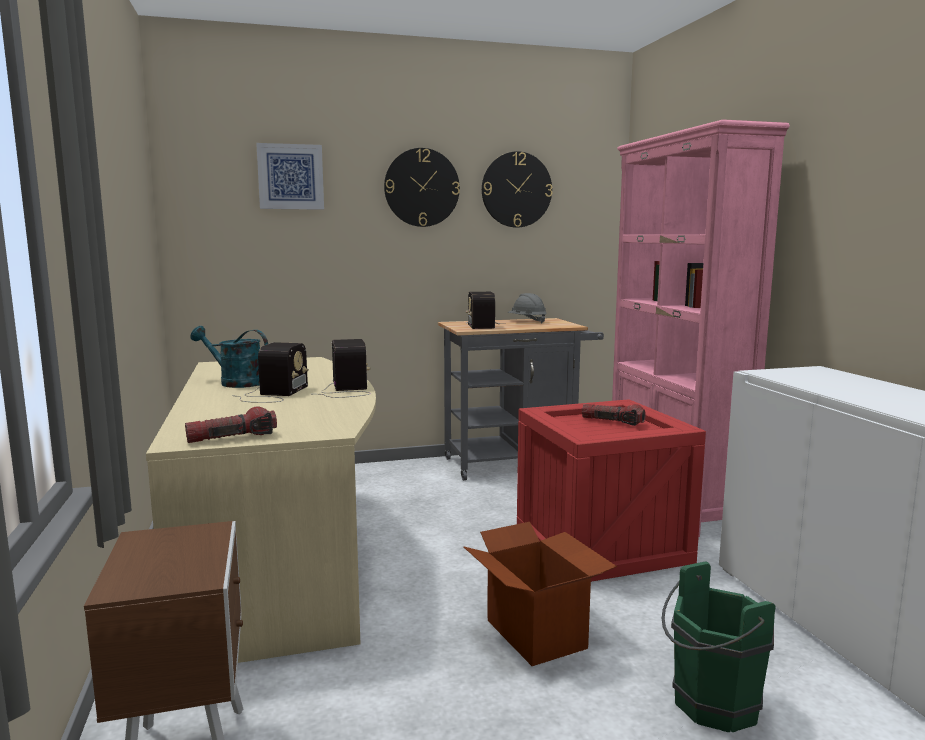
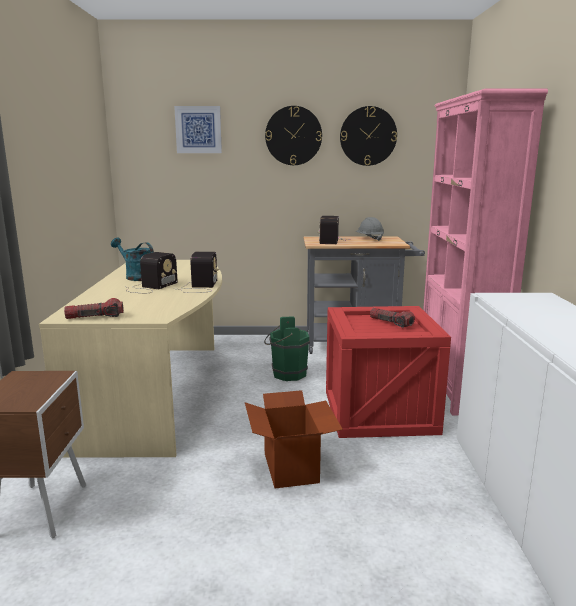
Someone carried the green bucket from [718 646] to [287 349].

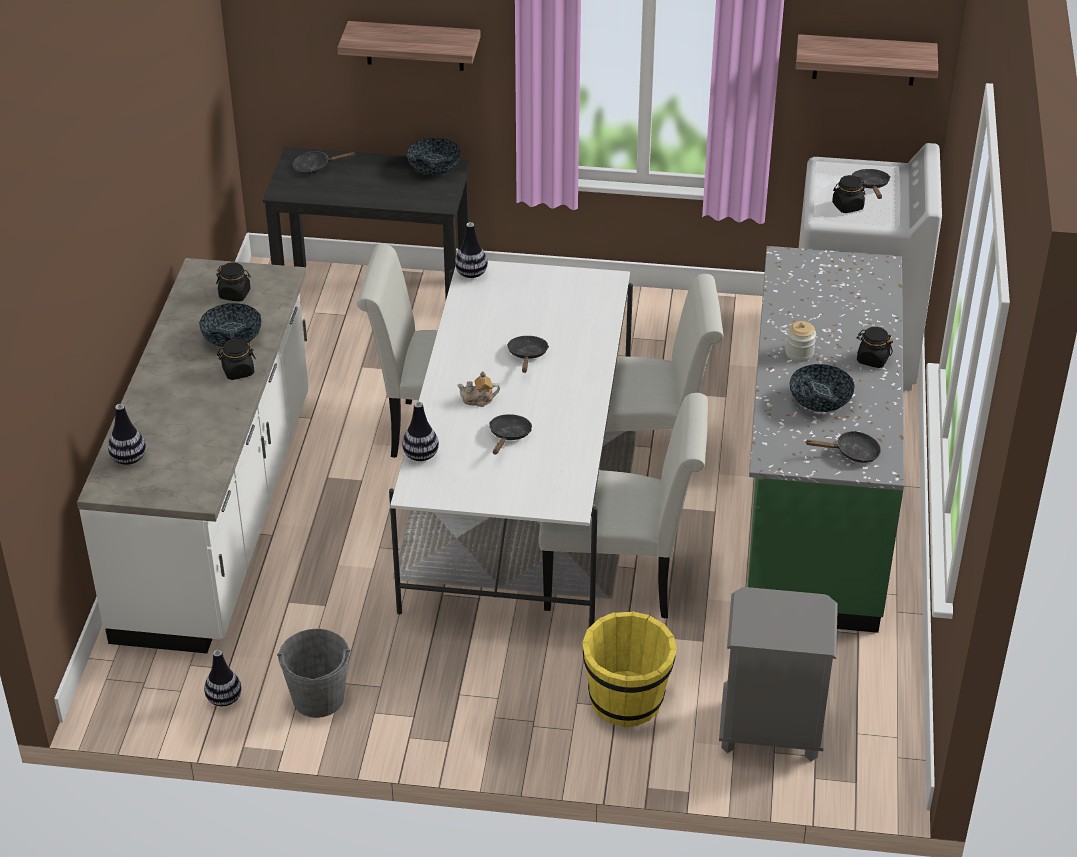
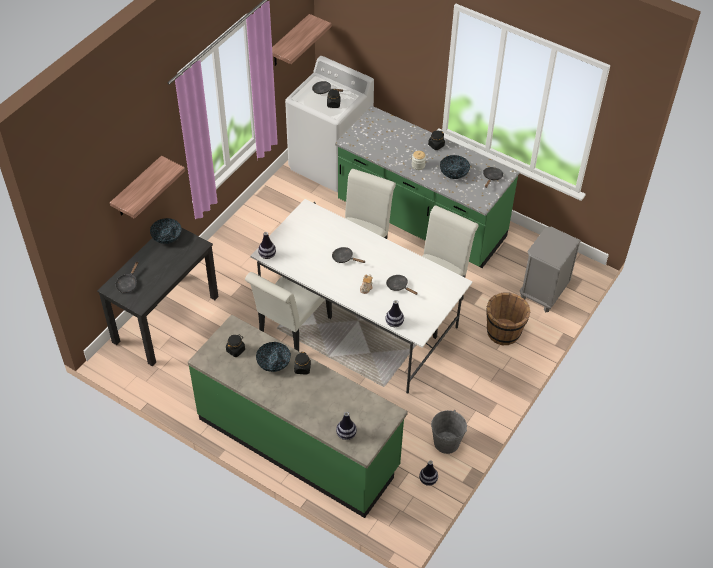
Someone repainted the white counter at [193 455], which became the green counter at [298 416].
Someone repainted the yellow bucket at [629 669], which became the brown bucket at [508 319].

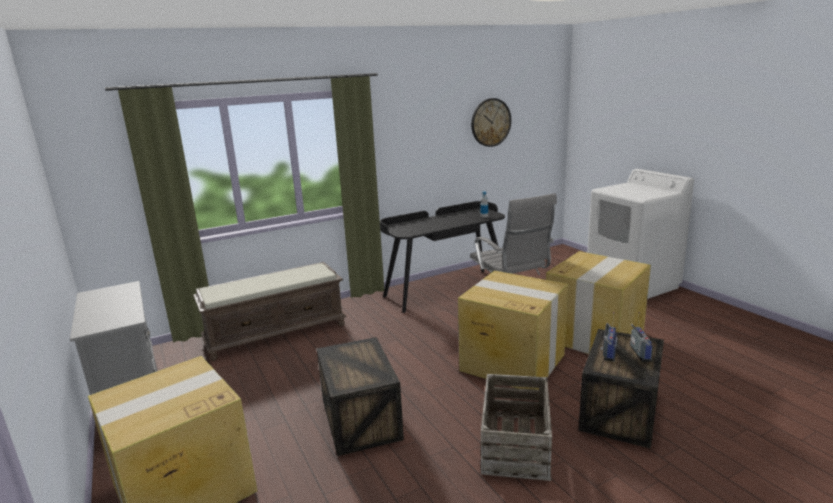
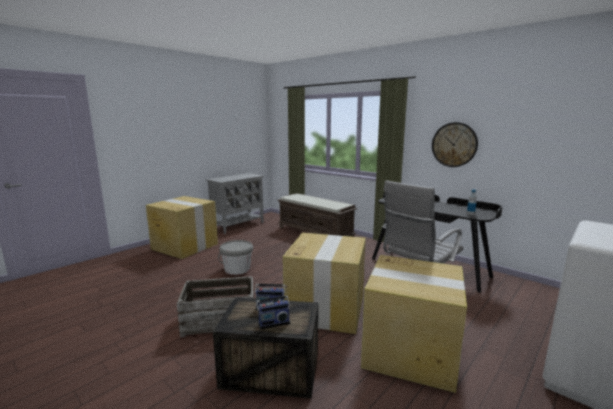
Someone carried the wall clock from [491 122] to [455 144].
Someone swapped the crate at [360 396] for the grey bucket at [235 257].

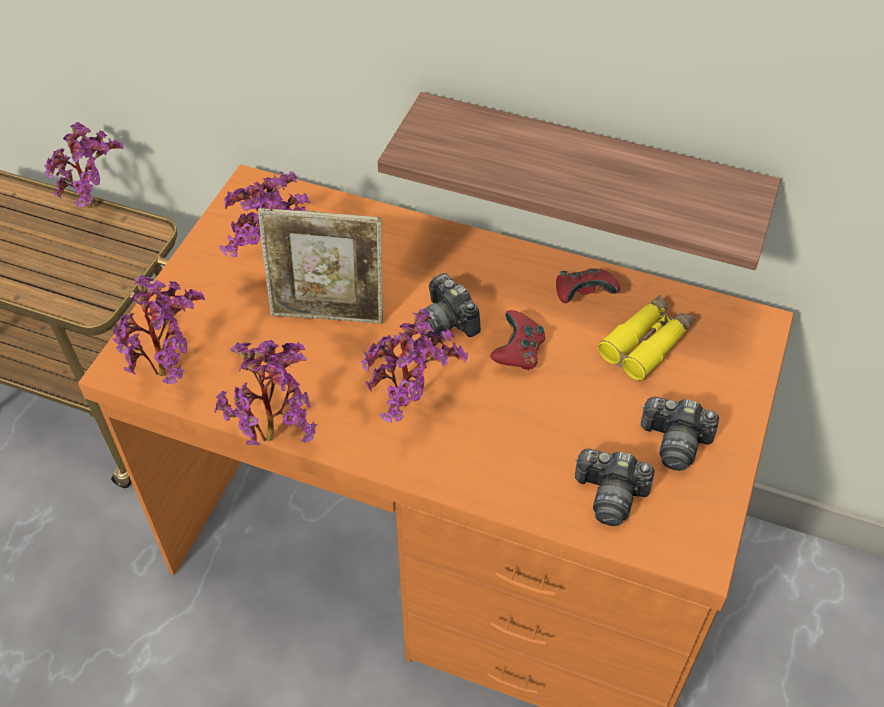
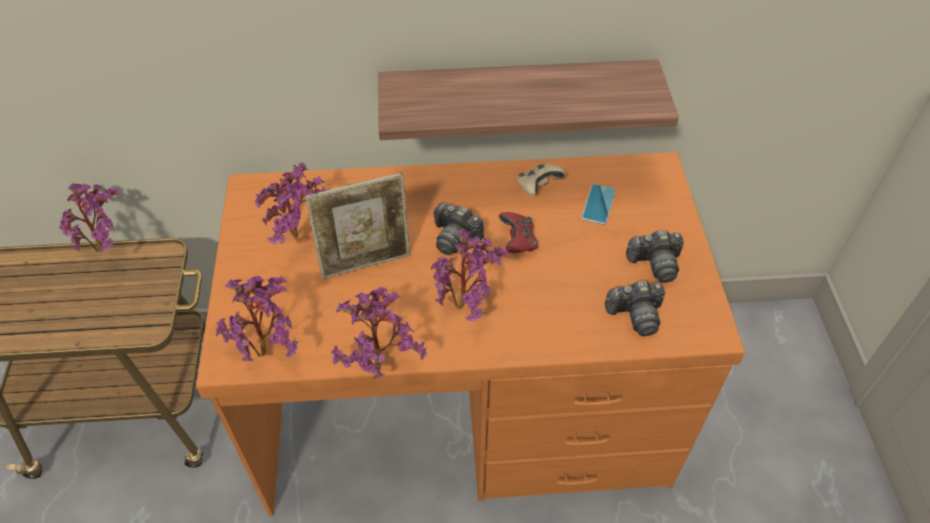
Someone repainted the red game controller at [588 285], which became the beige game controller at [541 179].
Someone swapped the yellow binoculars at [646 337] for the phone at [598 204].

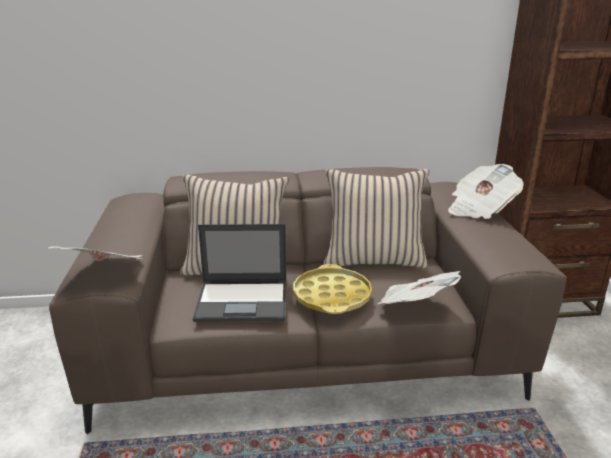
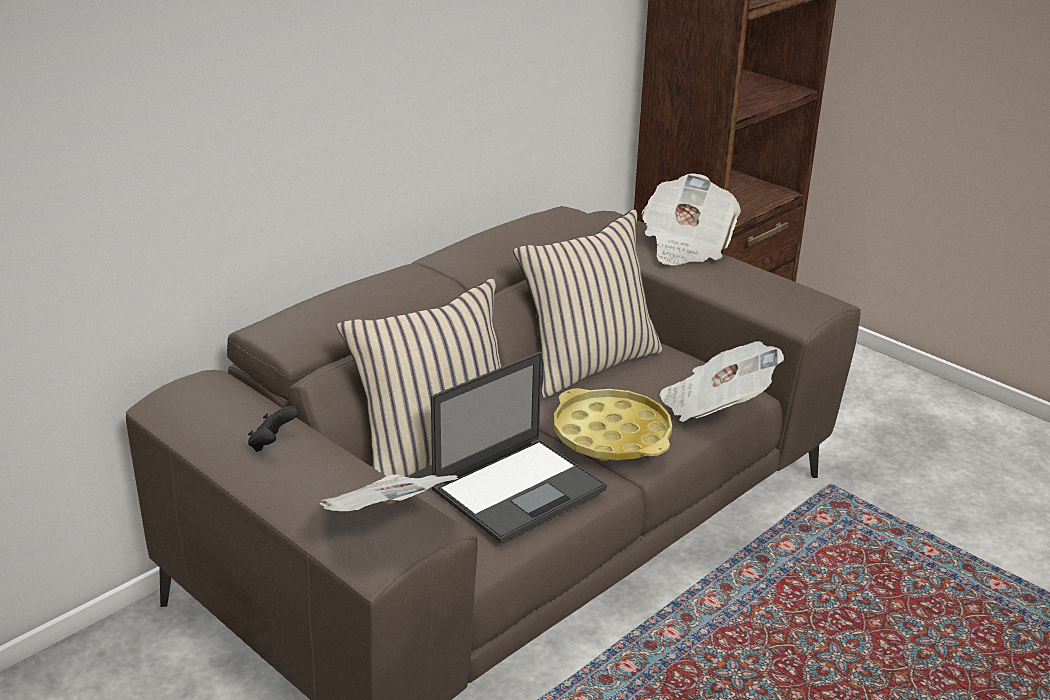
Someone put down the black game controller at [273 429].

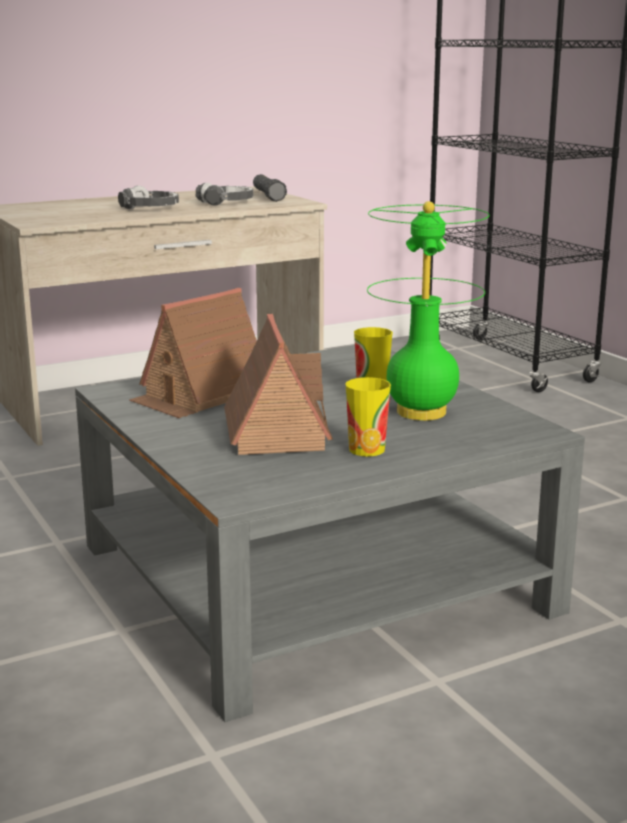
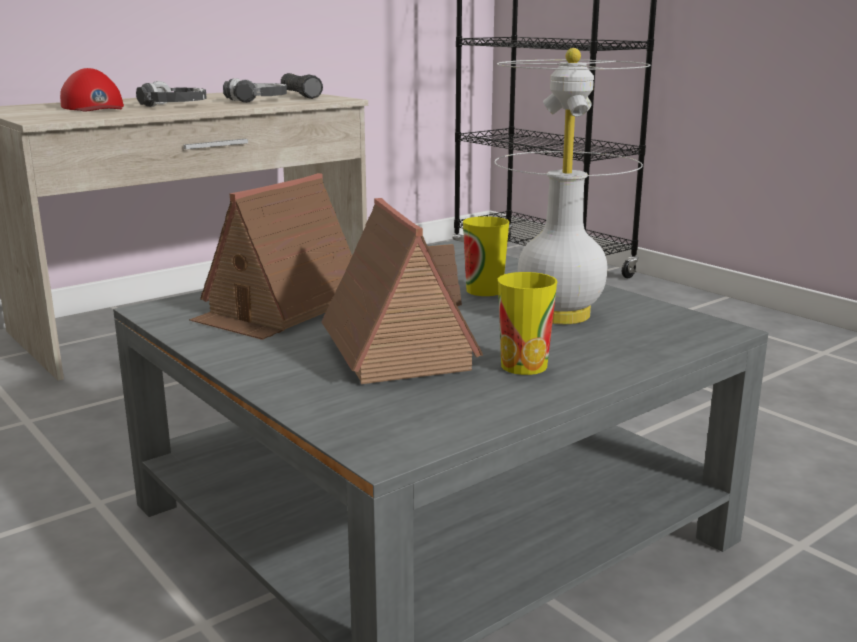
Someone repainted the green table lamp at [428 311], which became the white table lamp at [572 186].
Someone put down the red cap at [92 89].

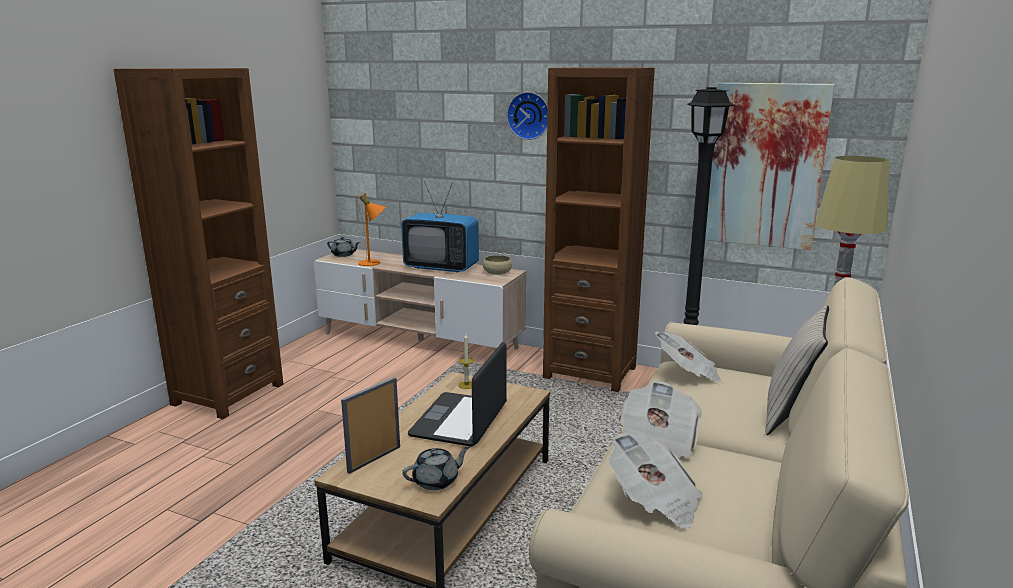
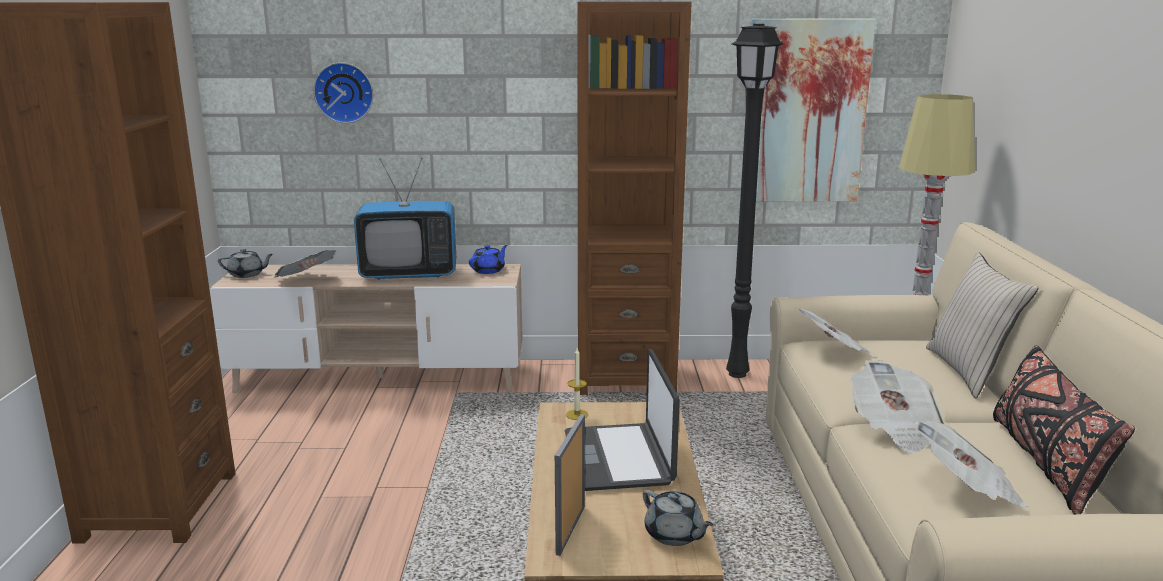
Someone carried the wall clock from [527 116] to [343 92].
Someone swapped the orange table lamp at [371 229] for the newspaper at [304 264].
Someone swapped the beige bowl at [497 265] for the blue teapot at [488 259].
Someone rotated the grey teapot at [436 468] by 105 degrees clockwise.
Someone put down the black pillow at [1064 429].

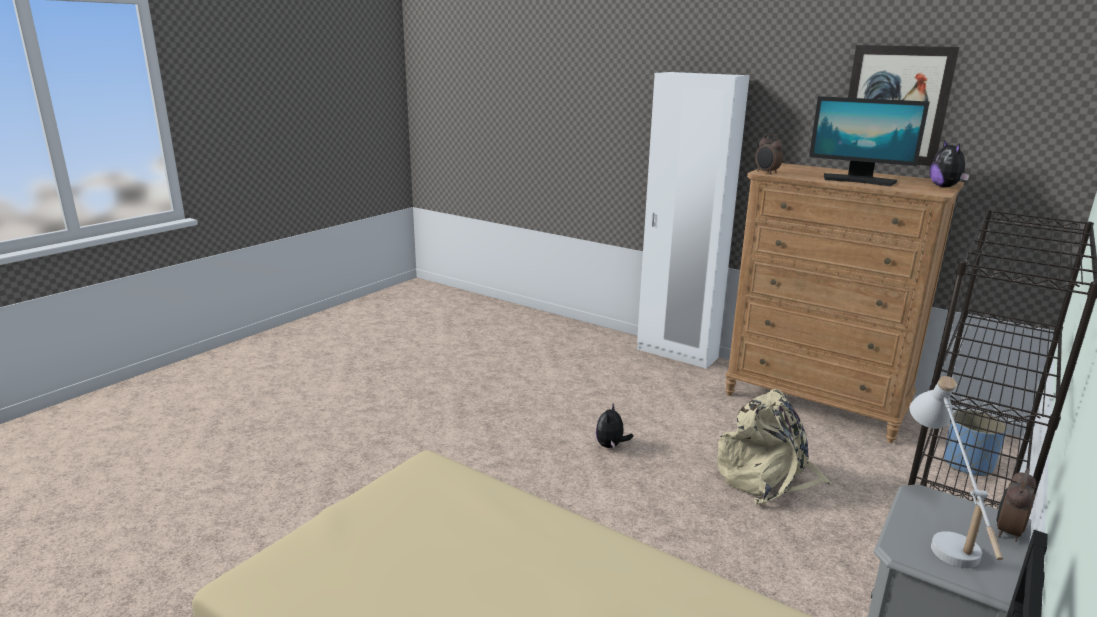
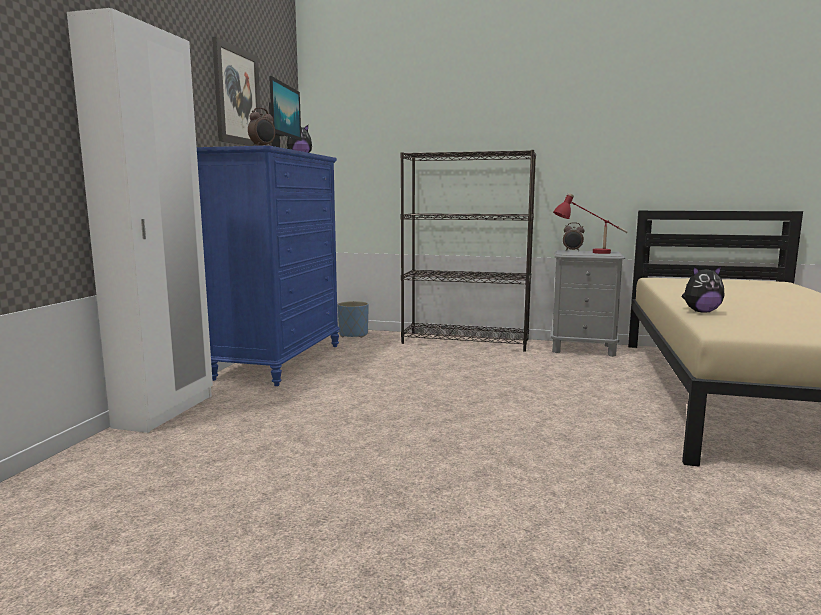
Someone repainted the brown dresser at [844 303], which became the blue dresser at [268 266].
Someone repainted the white table lamp at [956 472], which became the red table lamp at [590 223].
Someone took away the beige backpack at [775 447].
Someone carried the plush toy from [615 426] to [703 289].

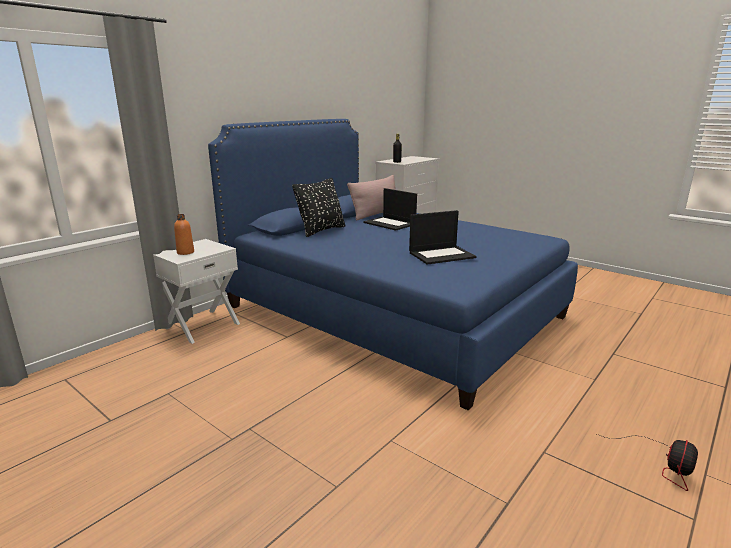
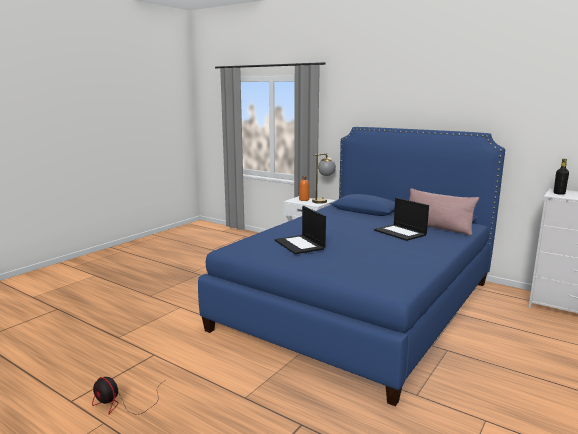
Someone took away the black pillow at [318 207].
Someone rotated the laptop at [390 209] by 75 degrees counterclockwise.
Someone put down the table lamp at [324 178].

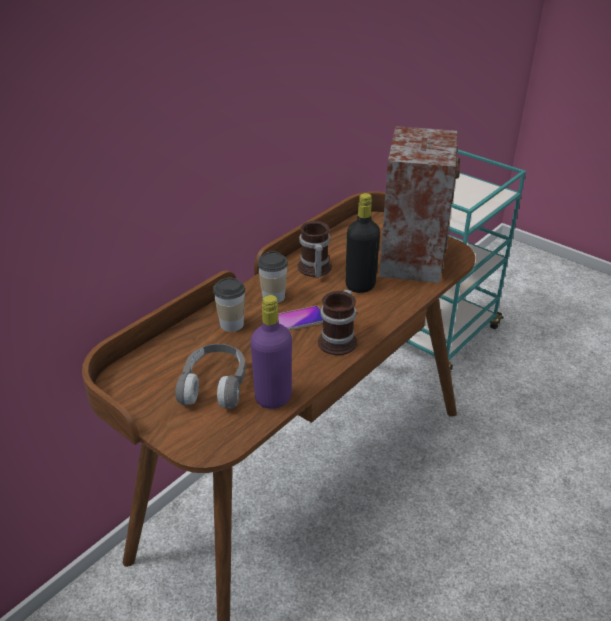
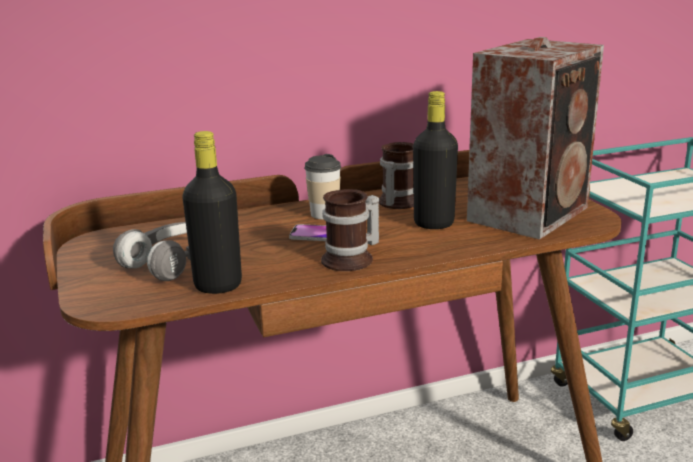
Someone took away the cup at [229 305].
Someone repainted the purple bottle at [271 352], which became the black bottle at [212 212].

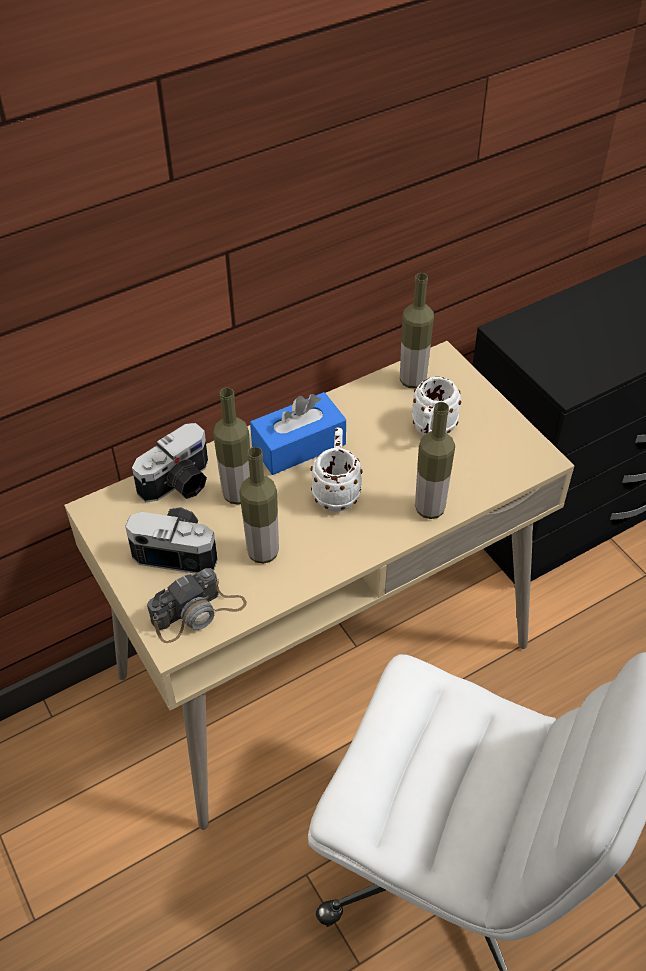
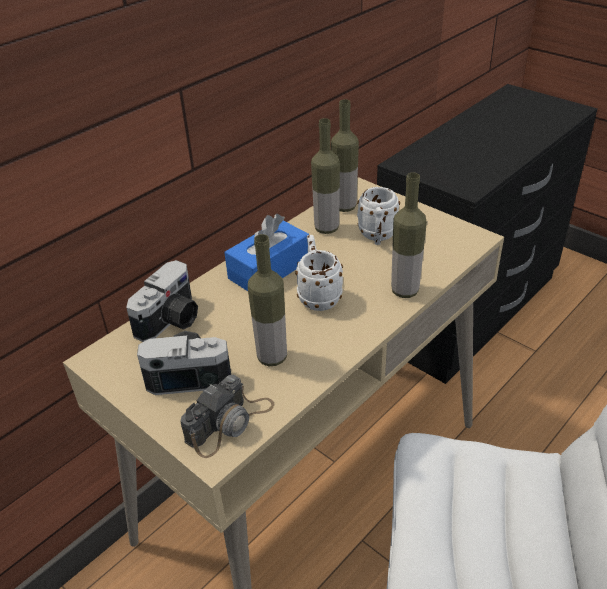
Someone carried the bottle from [231 446] to [325 176].

